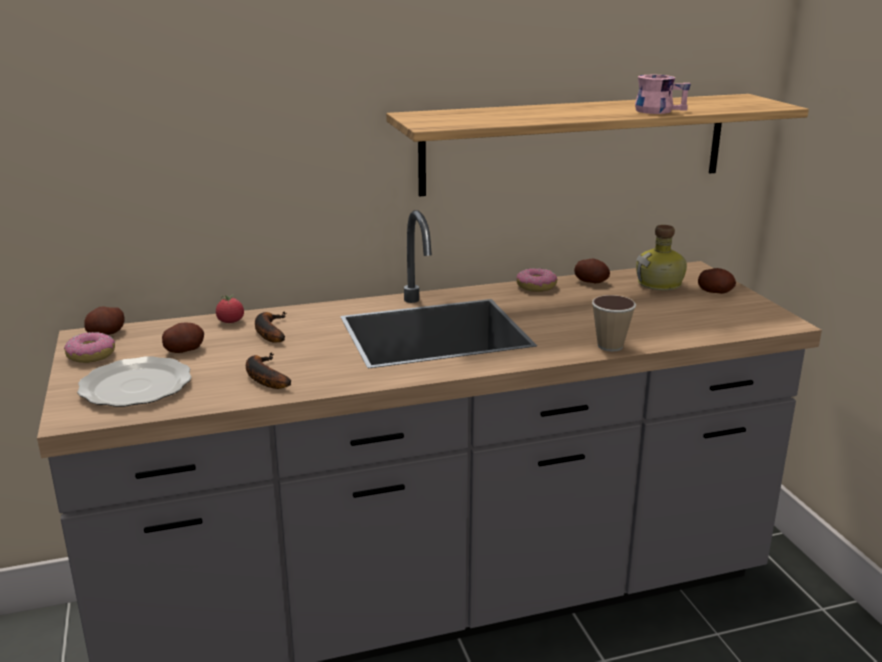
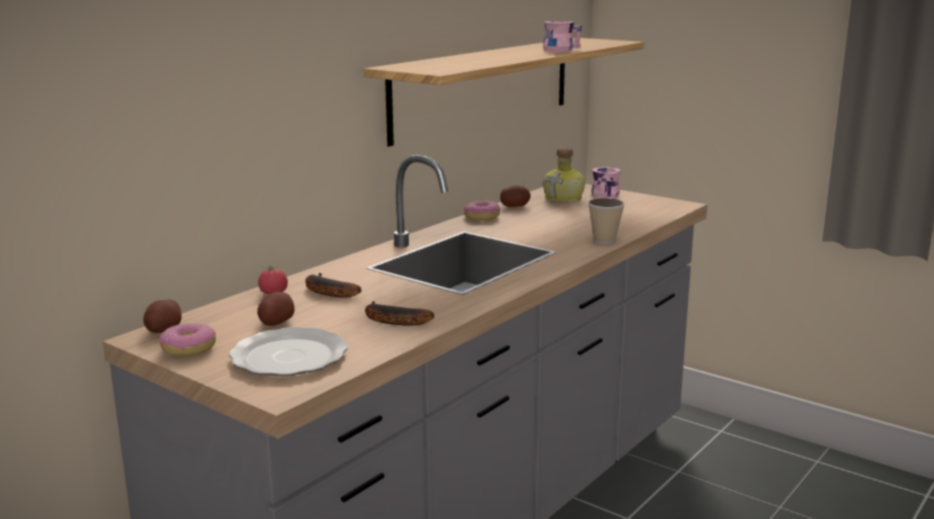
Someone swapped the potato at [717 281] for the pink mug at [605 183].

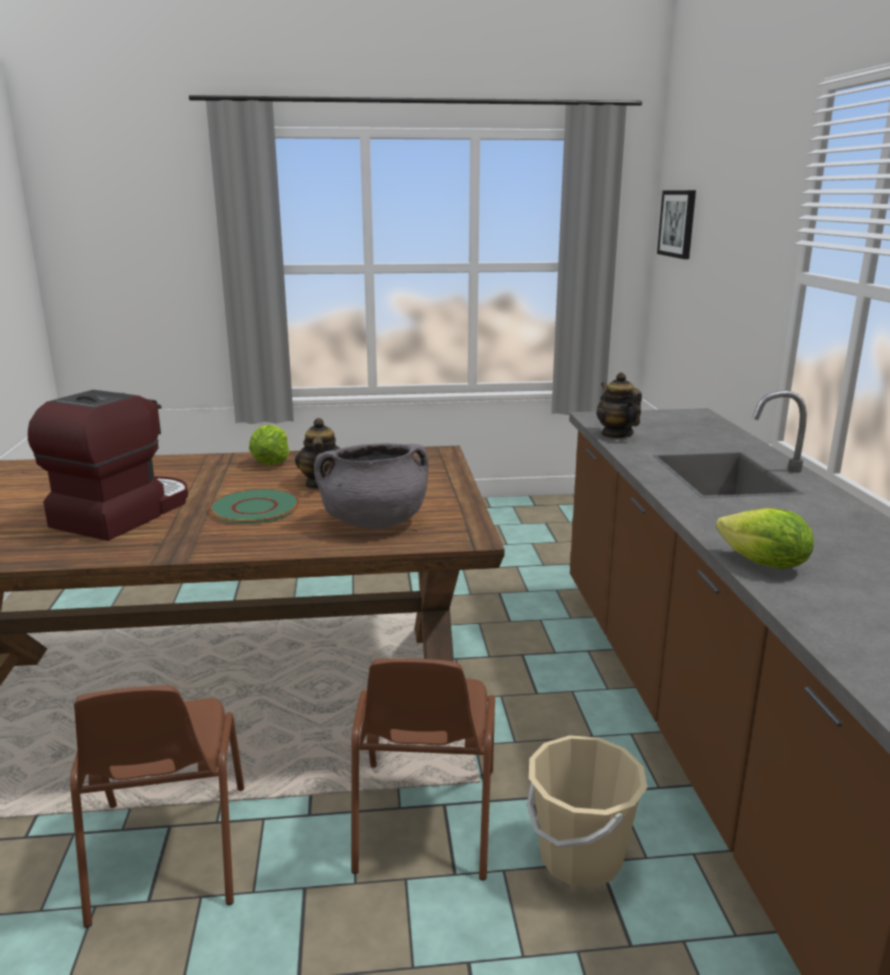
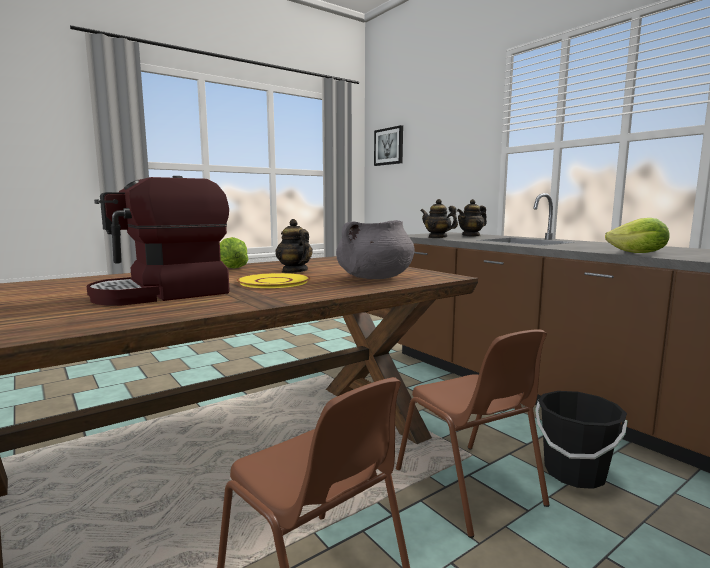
Someone rotated the coffee machine at [108 465] by 120 degrees counterclockwise.
Someone repainted the green plate at [254 506], which became the yellow plate at [273 280].
Someone repainted the beige bucket at [587 811], which became the black bucket at [581 440].
Someone put down the teapot at [472 218].

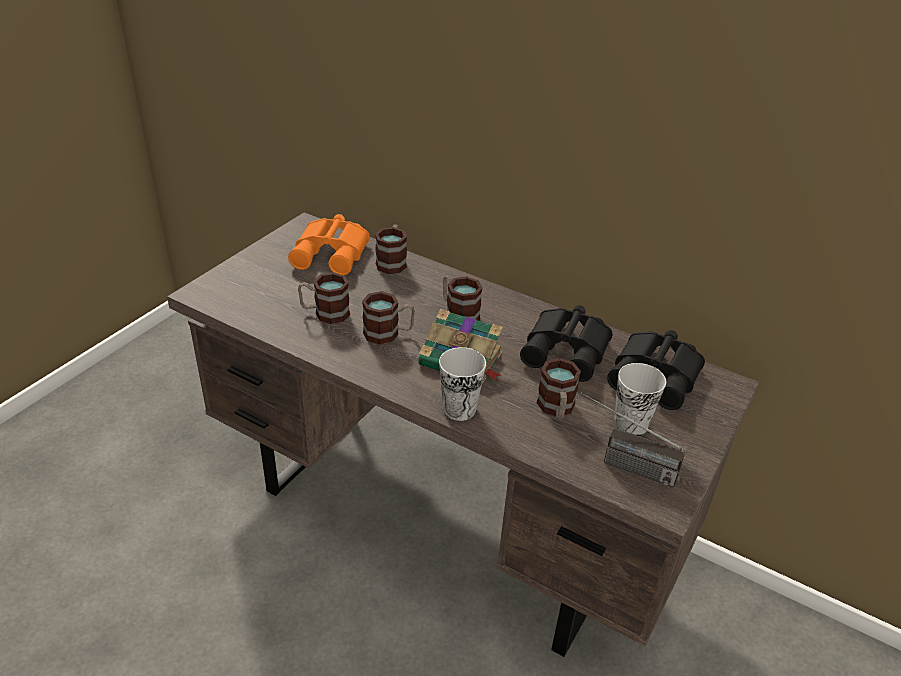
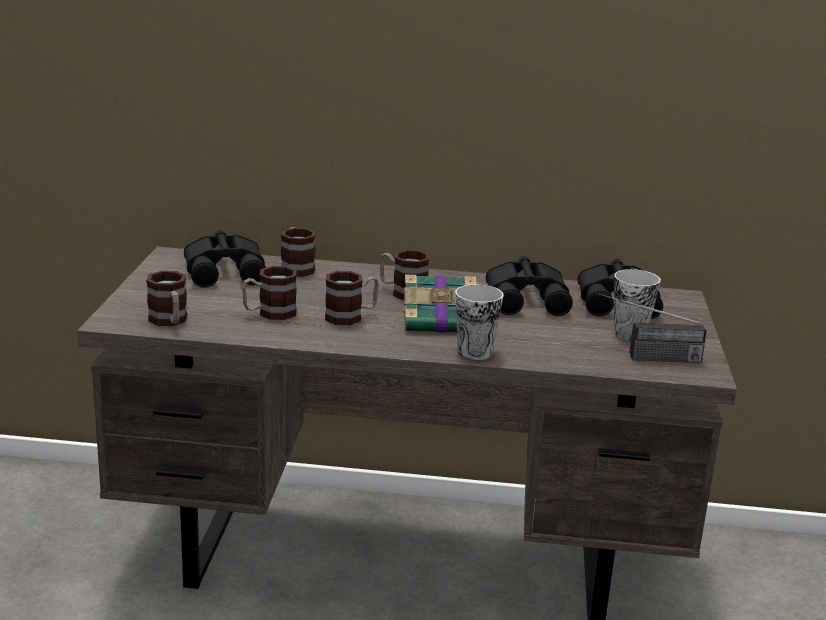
Someone repainted the orange binoculars at [329 244], which became the black binoculars at [225 259].
Someone carried the mug from [559 389] to [167 298].

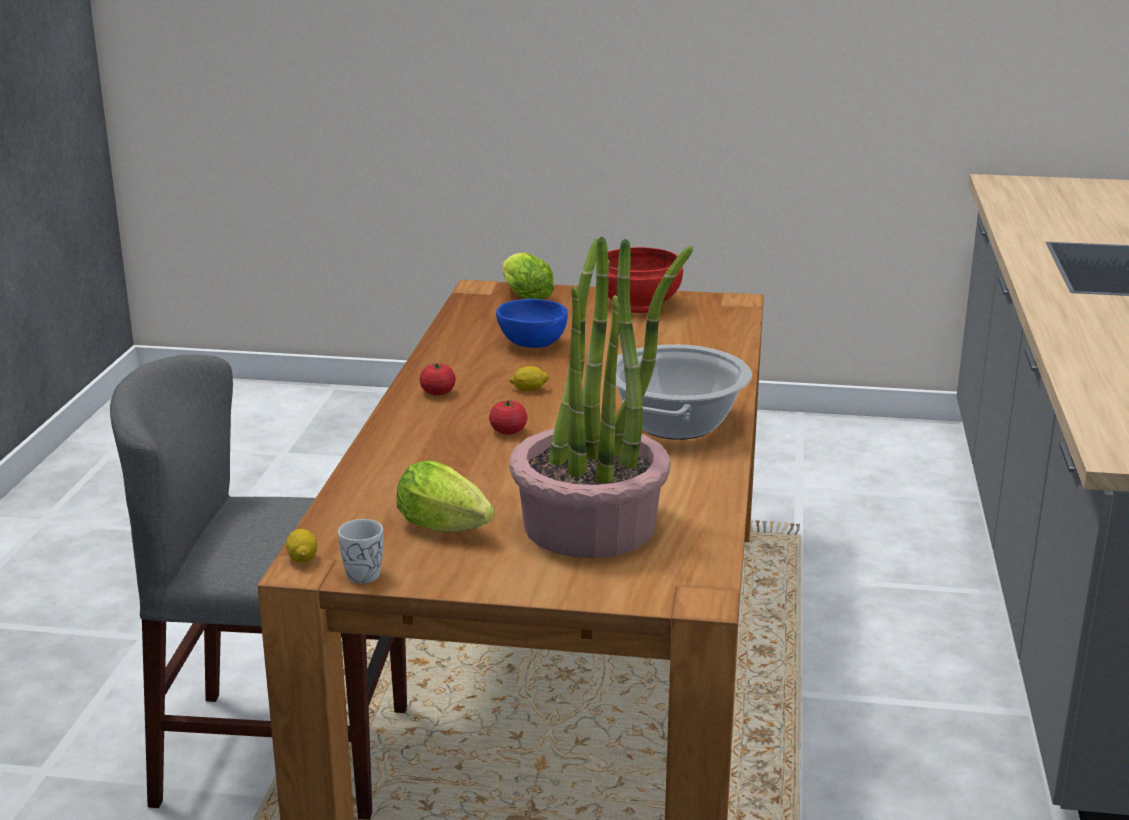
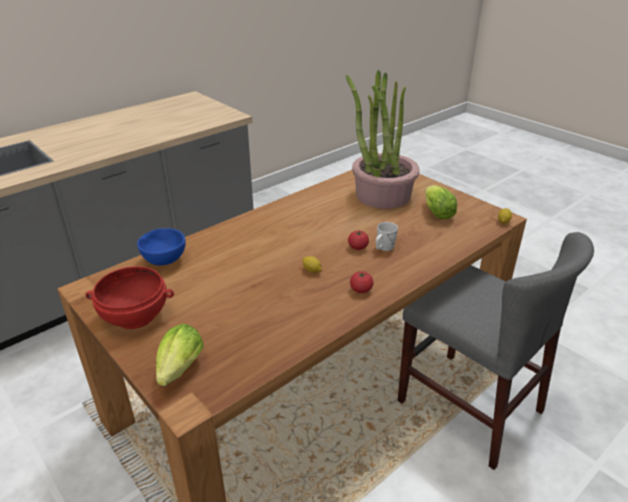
Someone carried the blue bowl from [532 323] to [161 246].
Someone took away the cooking pot at [684 392].
Someone carried the white mug from [360 551] to [387 236].

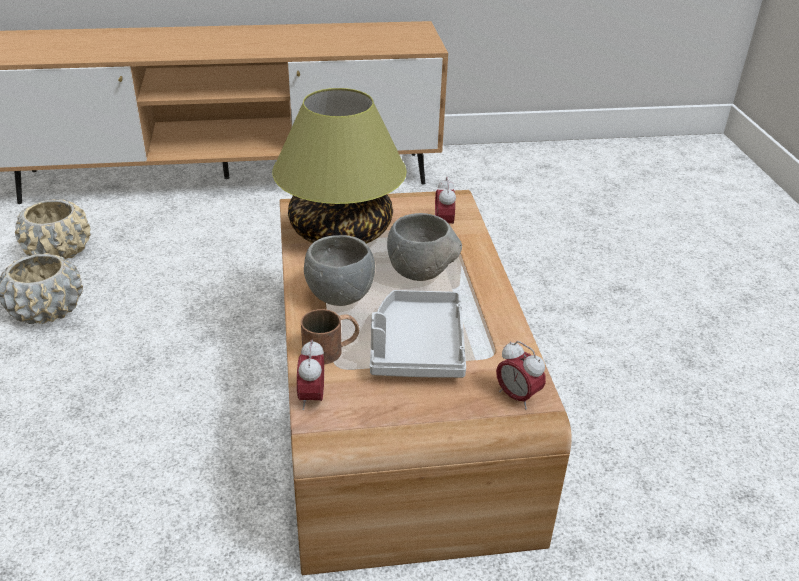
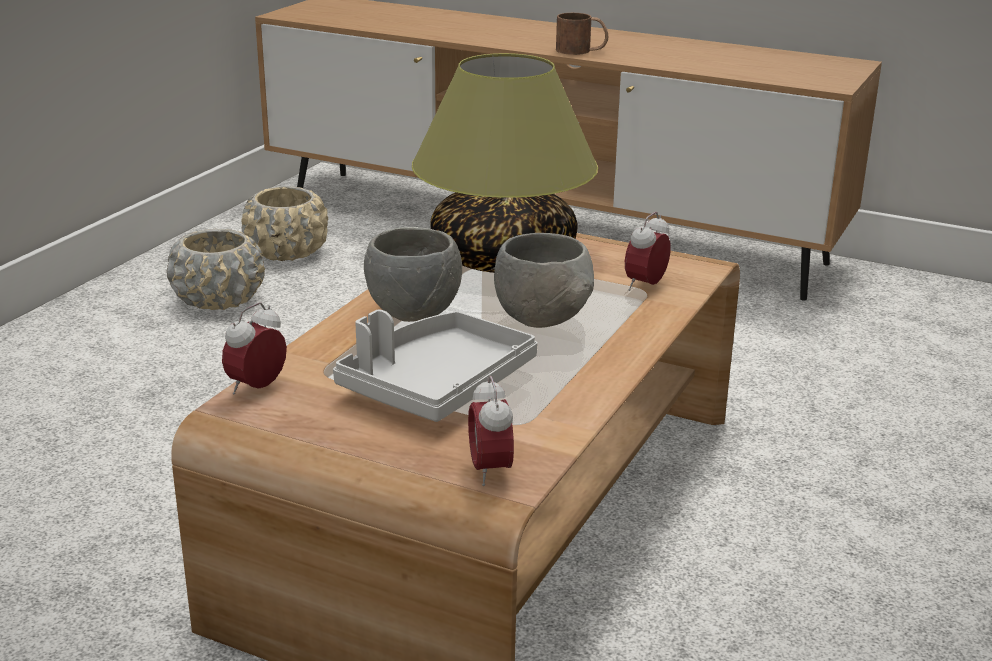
Someone carried the brown mug from [330 337] to [582 34].

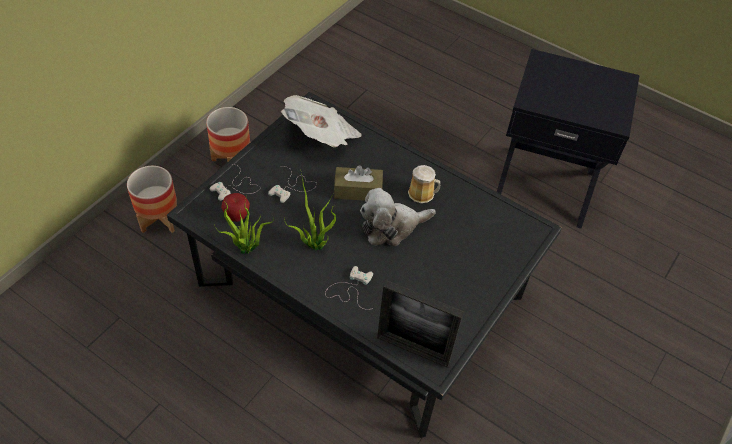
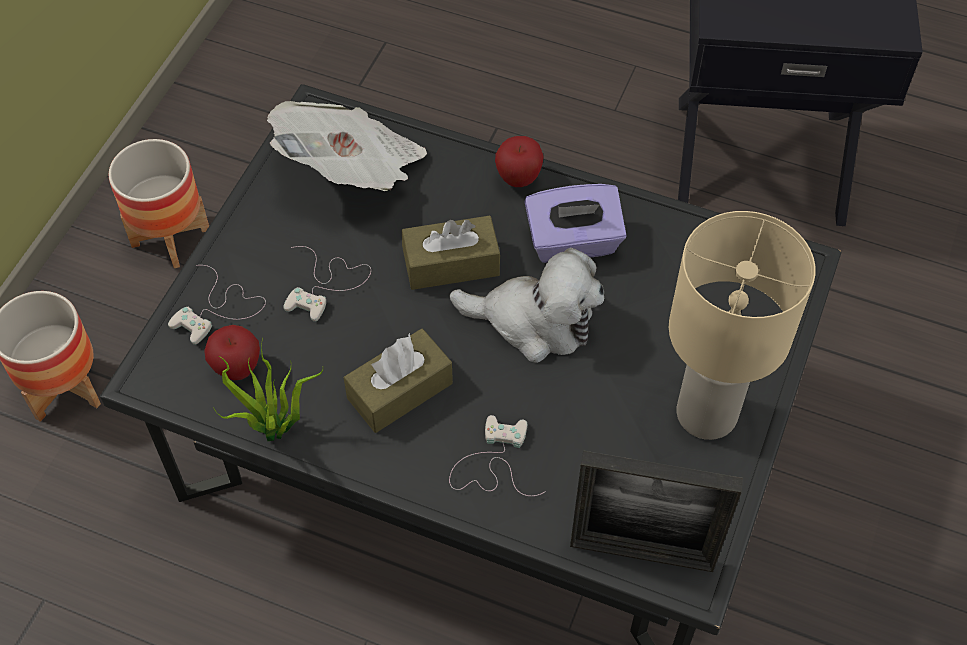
Someone swapped the mug at [424 184] for the purple tissue box at [576 223].
Someone swapped the potted plant at [310 212] for the brown tissue box at [398 380].
Someone rotated the plush toy at [398 217] by 135 degrees counterclockwise.
Someone put down the apple at [519 161].
Someone put down the beige table lamp at [742 325].

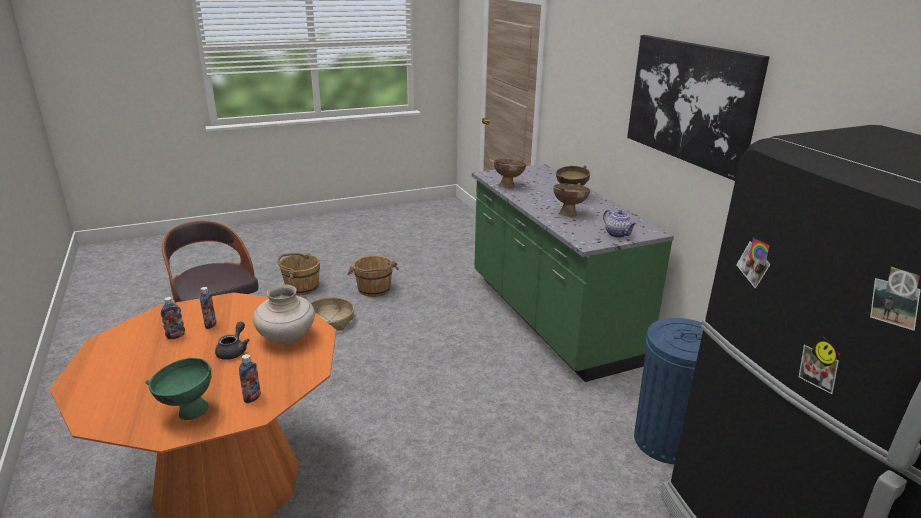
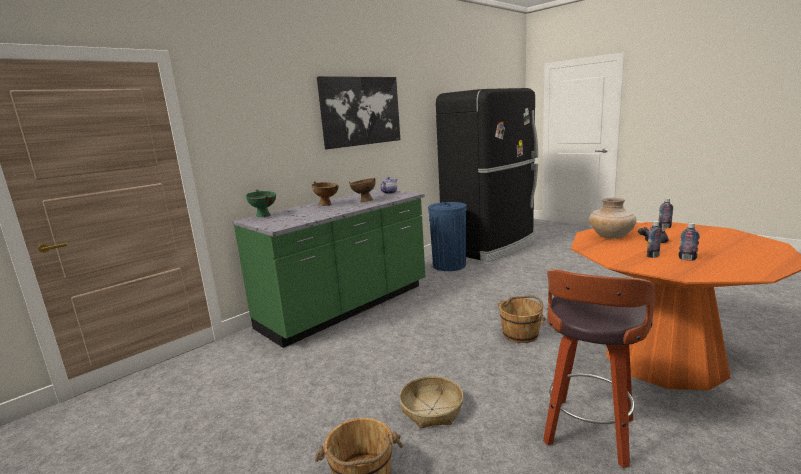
Someone took away the brown bowl at [510 173].
Someone carried the brown bucket from [373 276] to [522 319].
Someone carried the green bowl from [178 389] to [261 203].

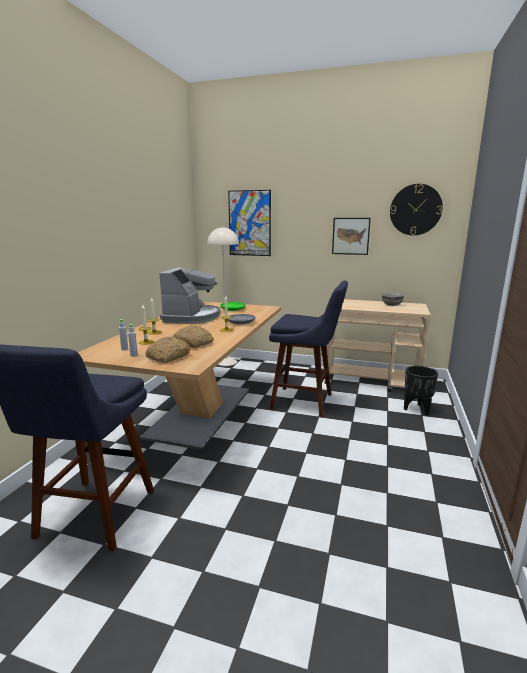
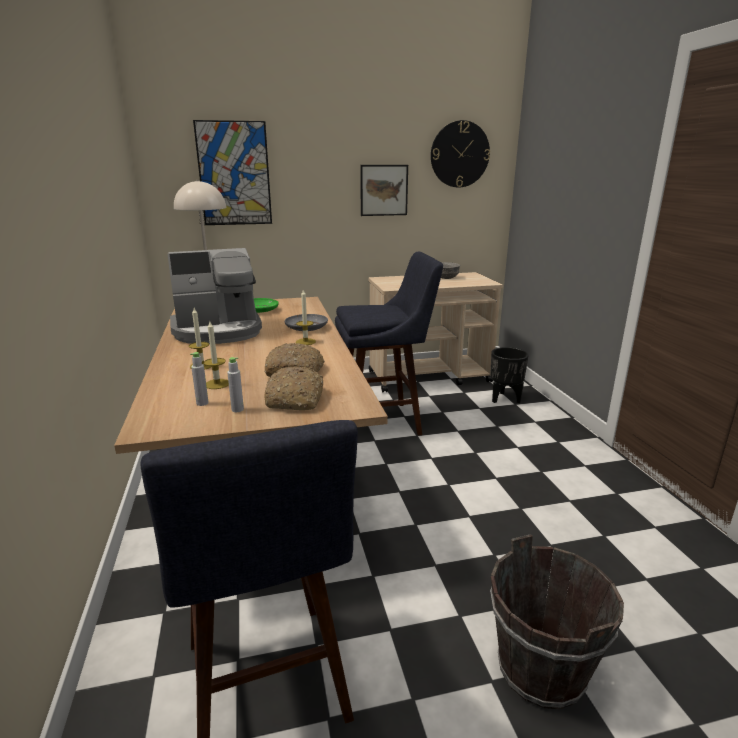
Someone rotated the coffee machine at [189 295] by 90 degrees clockwise.
Someone put down the brown bucket at [557 621].

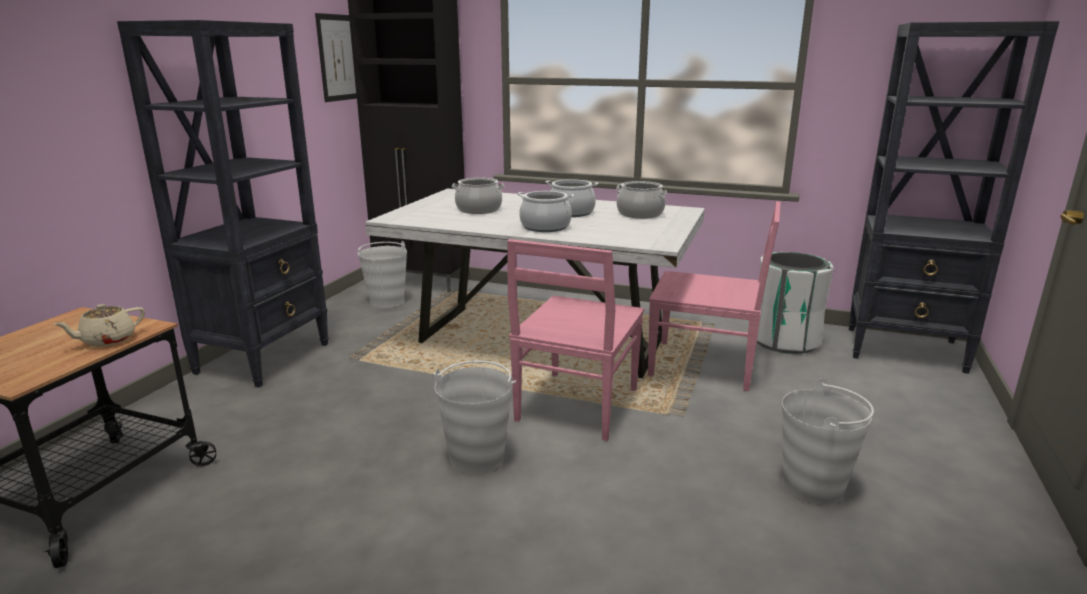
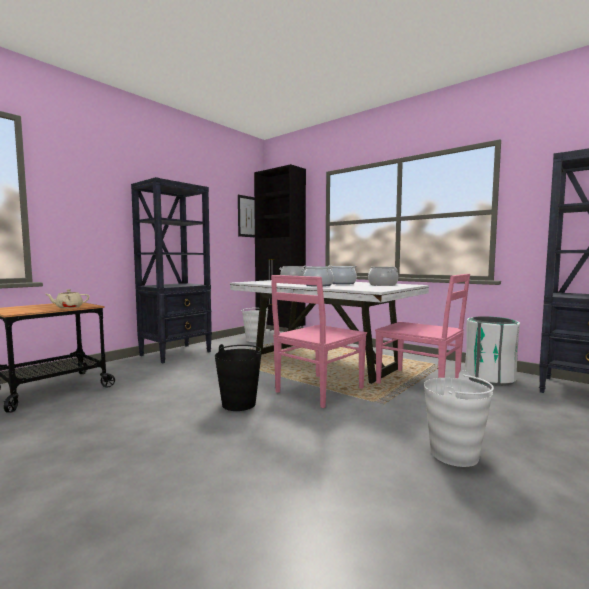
Someone repainted the white bucket at [475 417], which became the black bucket at [238 377].

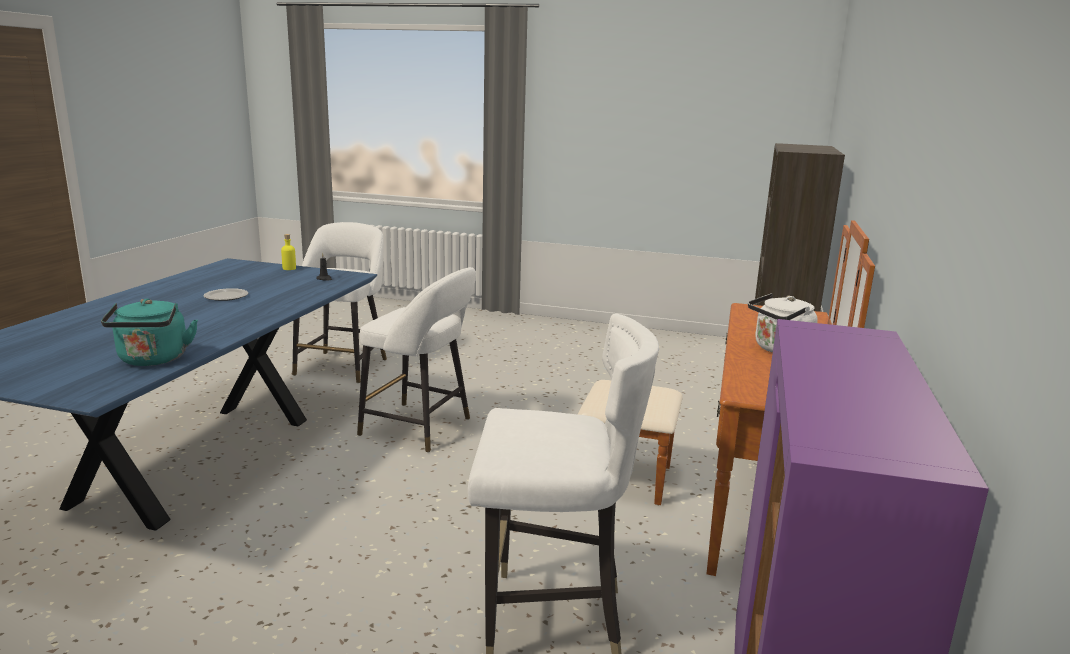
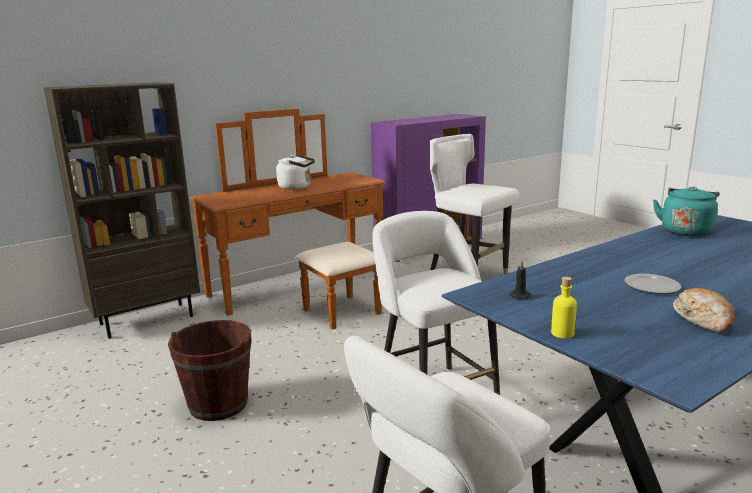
Someone put down the bread at [704 310].
Someone put down the brown bucket at [209 370].

